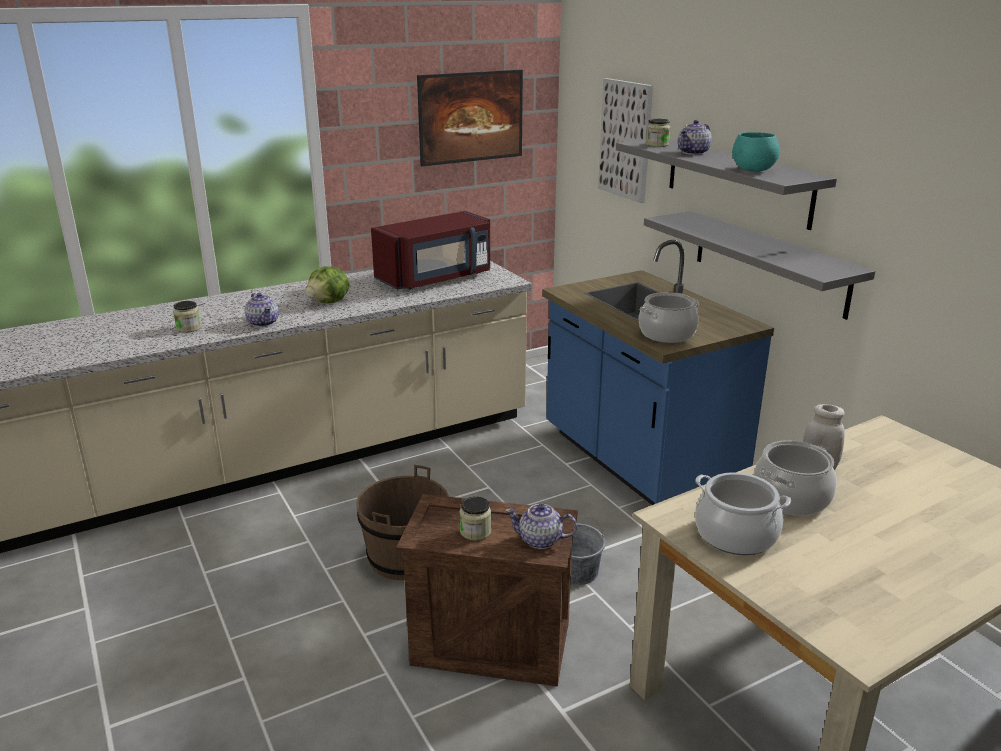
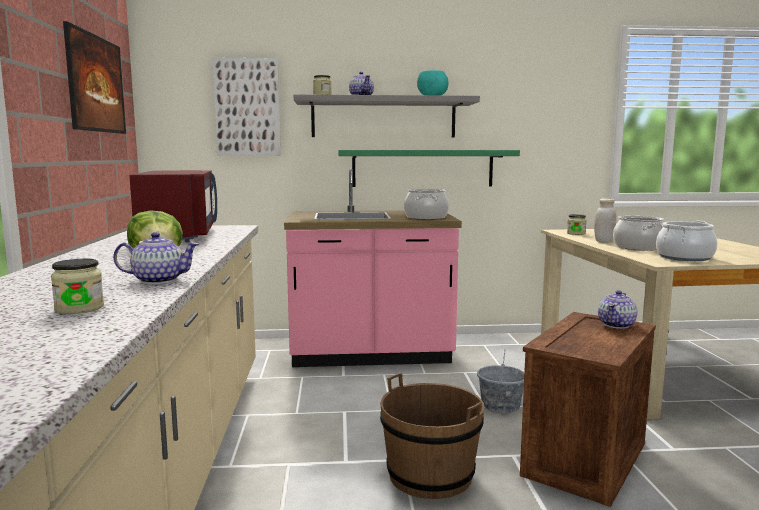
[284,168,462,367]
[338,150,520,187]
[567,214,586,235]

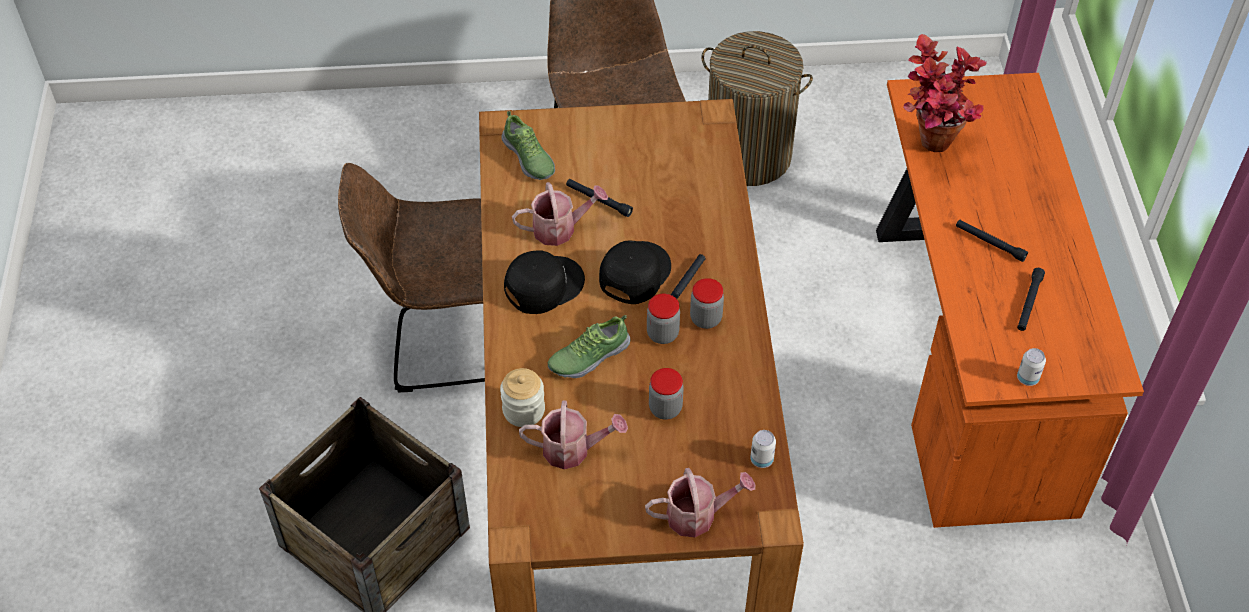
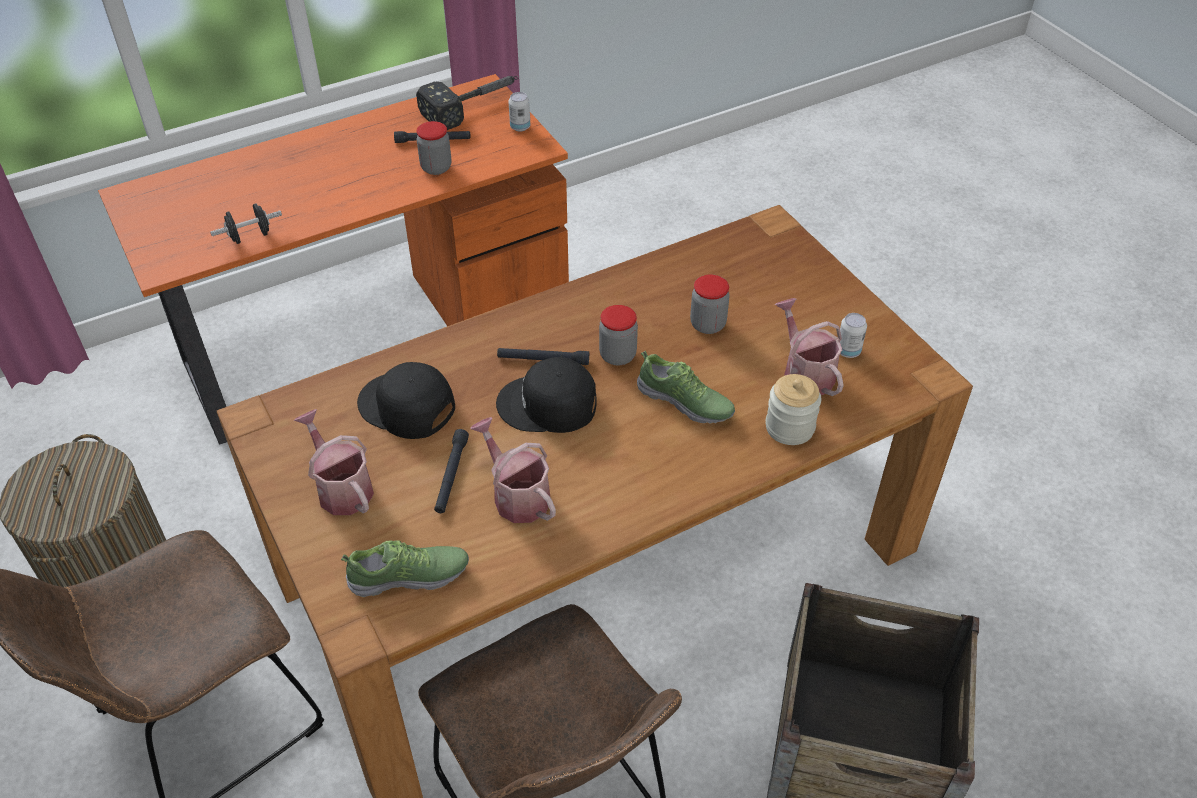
[210,203,282,244]
[294,409,374,515]
[341,540,469,597]
[357,362,455,439]
[416,76,518,130]
[417,121,452,175]
[840,313,867,358]
[956,220,1028,262] (first image)

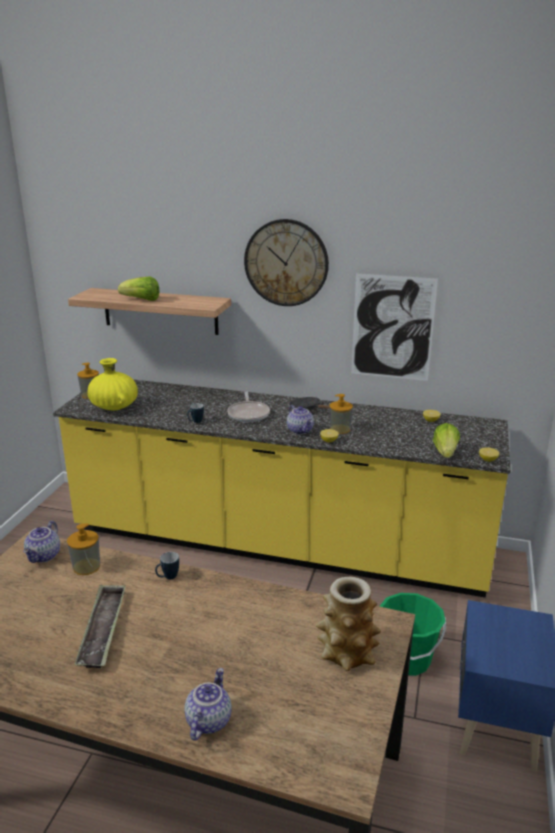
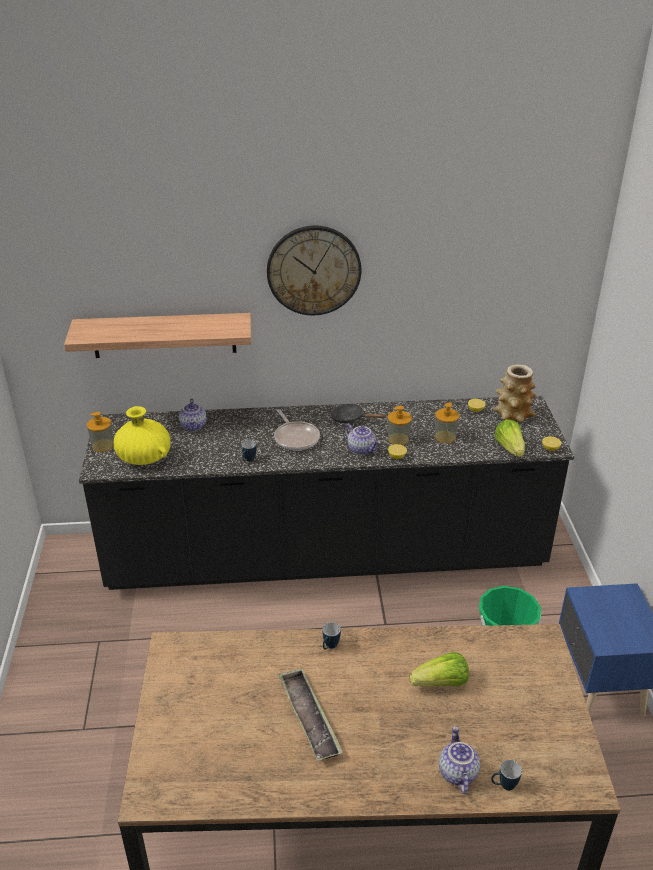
[79,395,574,590]
[179,398,206,431]
[410,652,469,687]
[435,402,459,443]
[491,760,522,790]
[493,364,536,422]
[351,274,438,381] (first image)

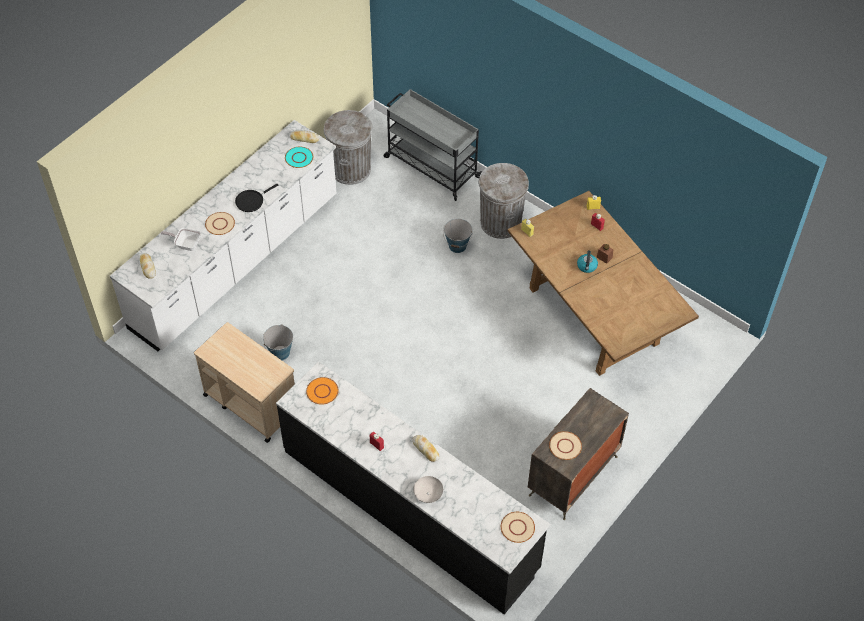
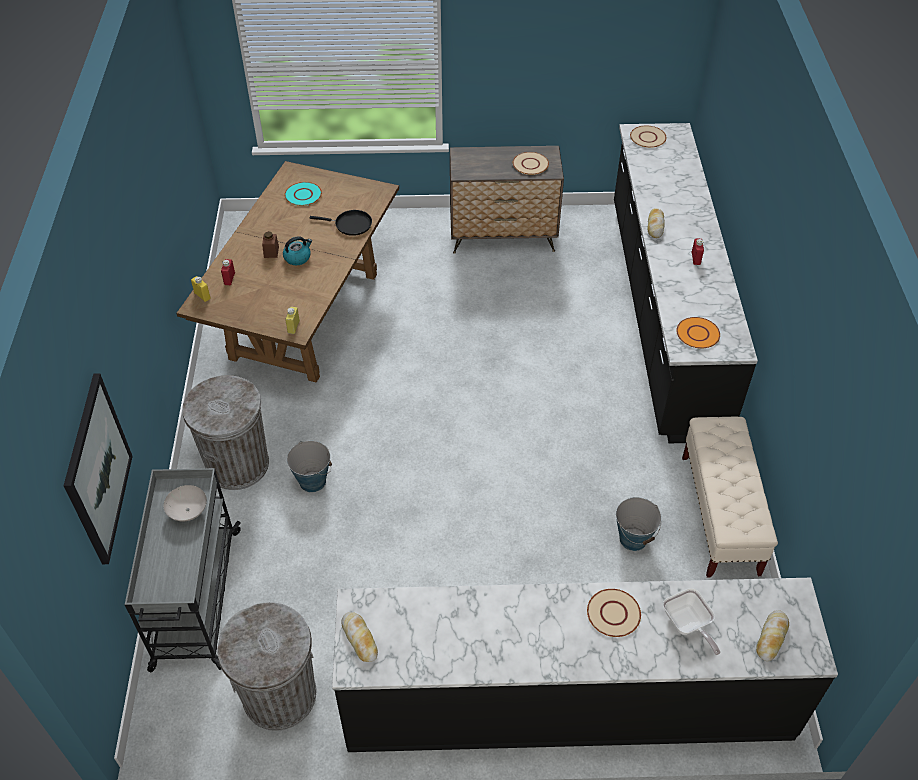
[64,373,133,564]
[164,485,207,522]
[285,182,322,206]
[309,210,372,236]
[332,578,838,752]
[682,417,778,578]

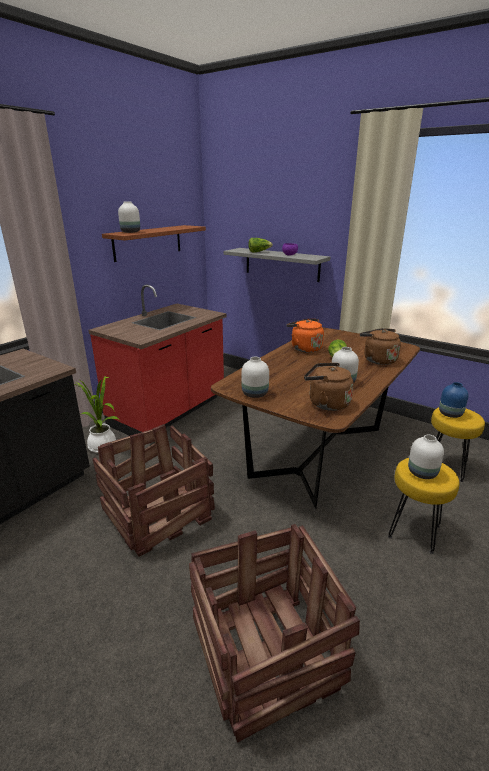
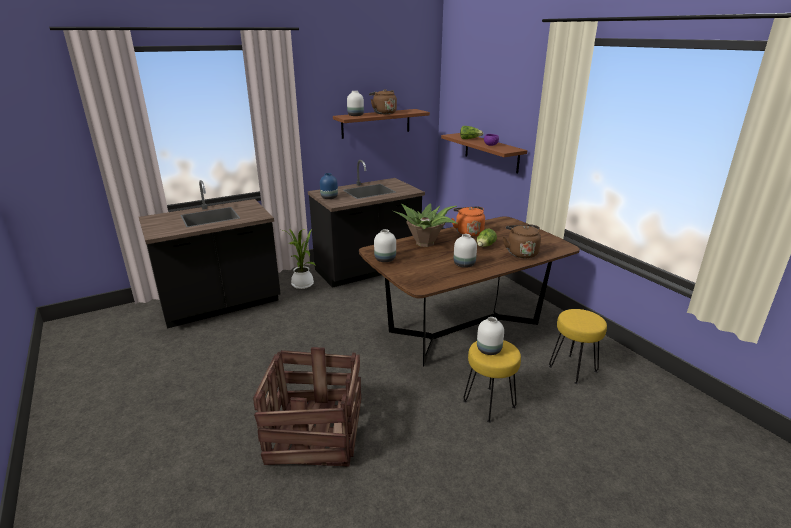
[308,160,425,288]
[320,173,338,199]
[369,89,397,114]
[393,203,458,247]
[441,133,527,174]
[93,424,215,557] (first image)

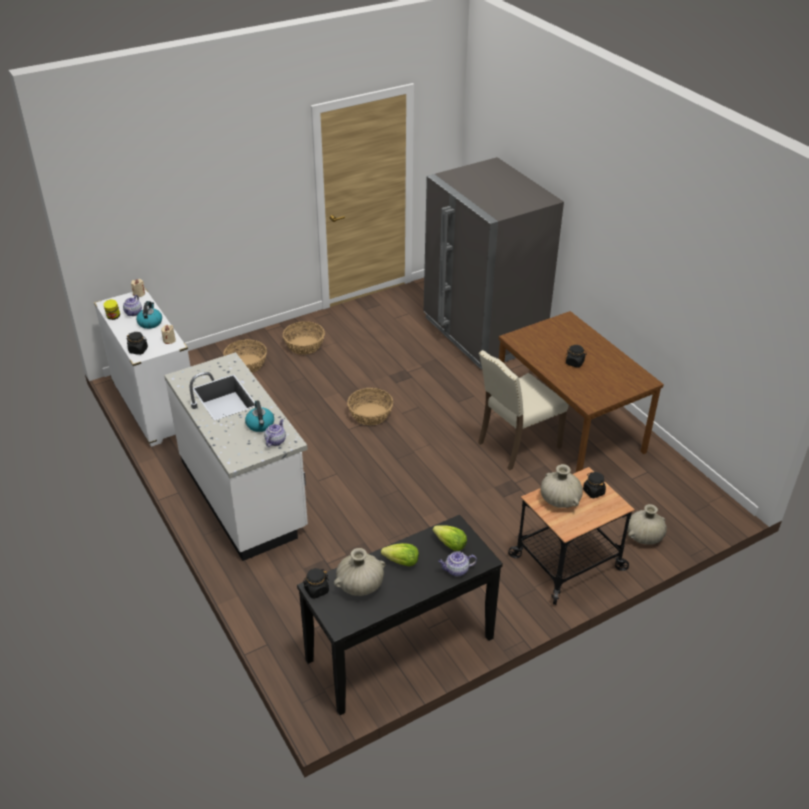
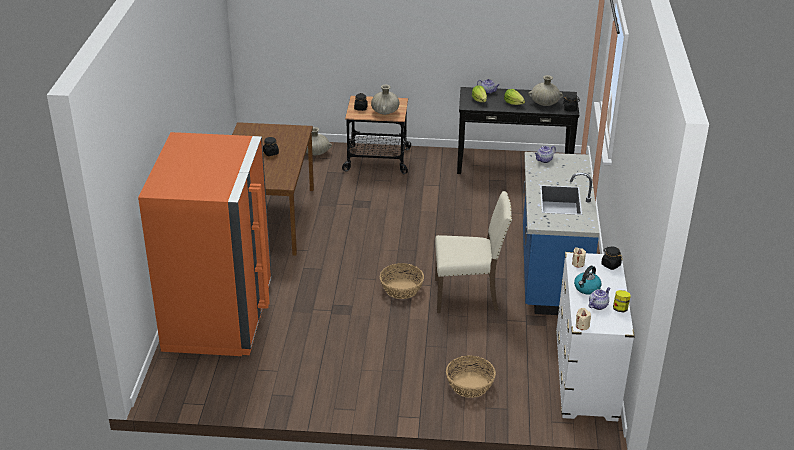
[138,132,272,356]
[435,191,512,313]
[523,152,599,315]
[245,400,274,432] (first image)
[283,321,325,355] (first image)

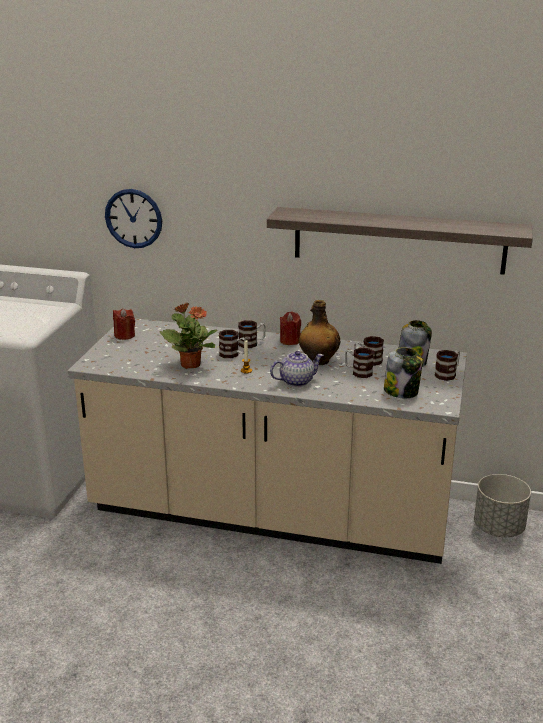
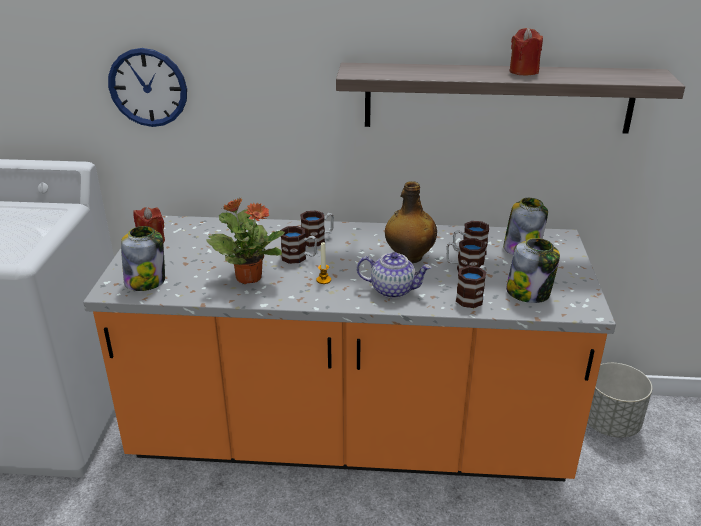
[83,216,616,481]
[121,226,165,291]
[357,252,432,298]
[456,265,486,308]
[510,27,543,75]

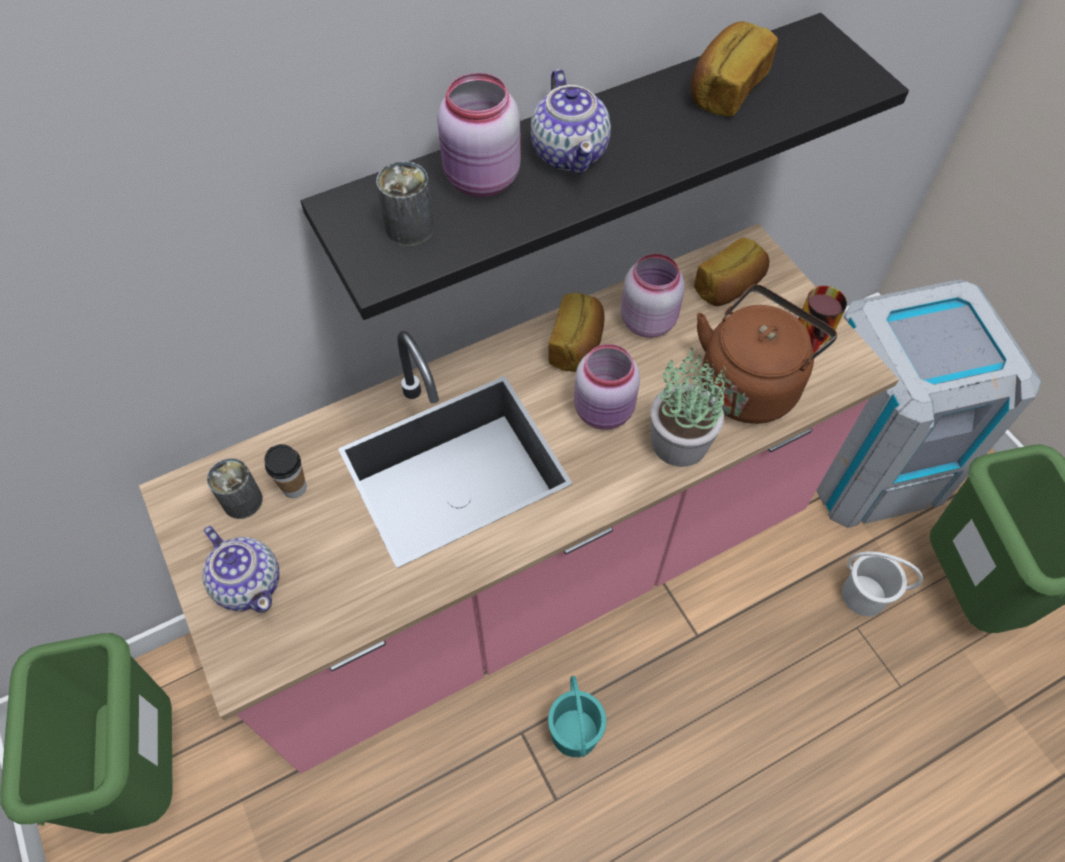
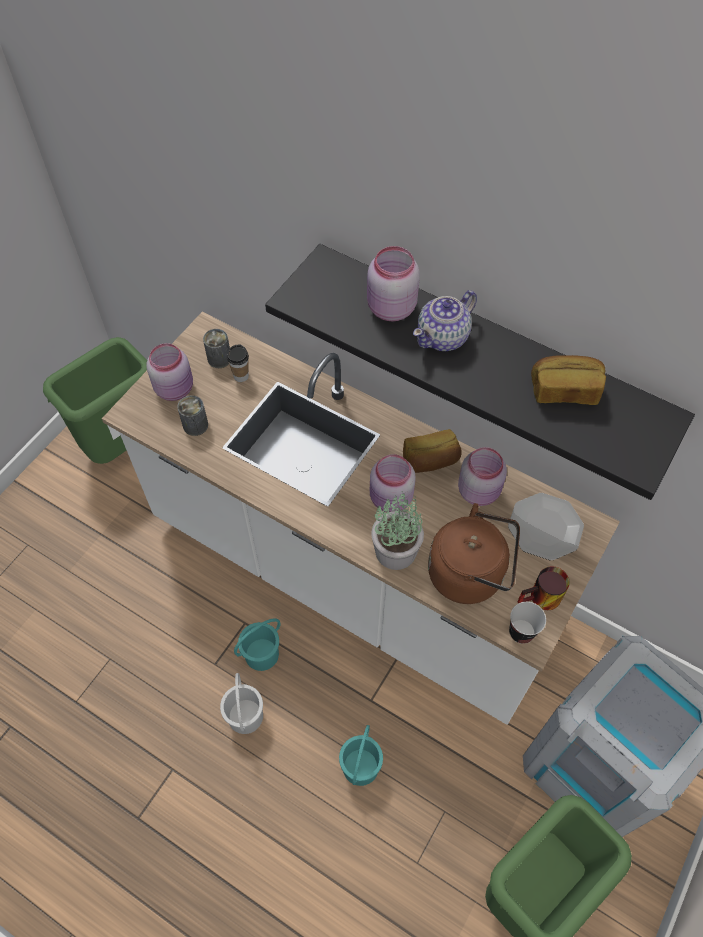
[102,312,620,725]
[147,343,193,401]
[177,395,208,436]
[220,673,263,734]
[339,725,383,786]
[508,493,584,560]
[509,602,546,644]

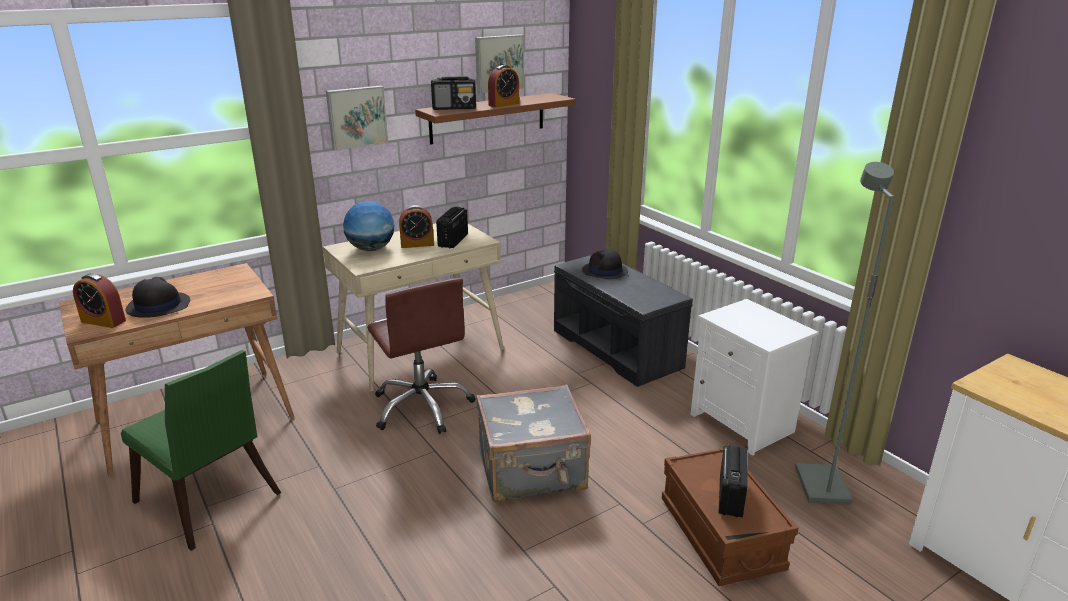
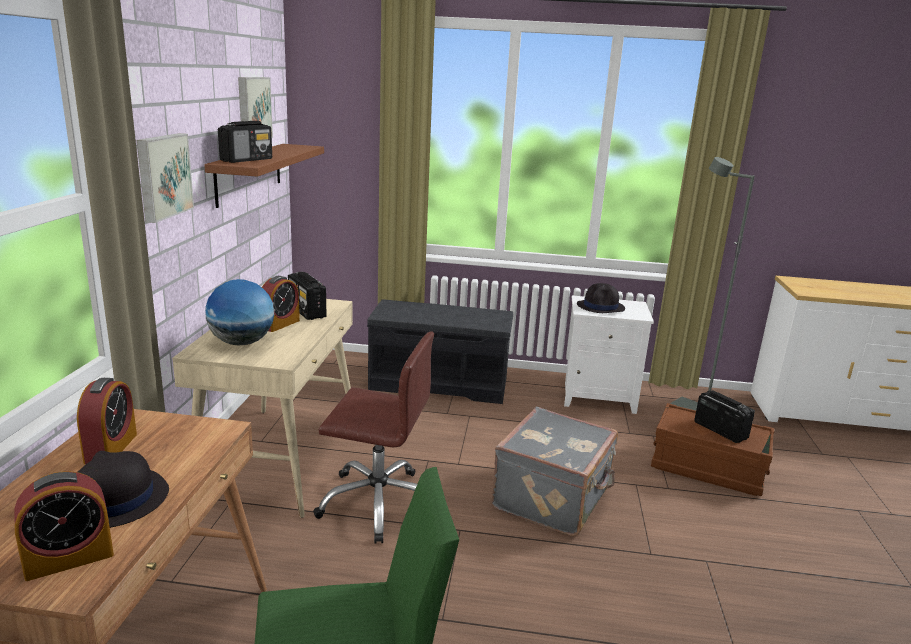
[77,378,137,464]
[577,283,625,313]

